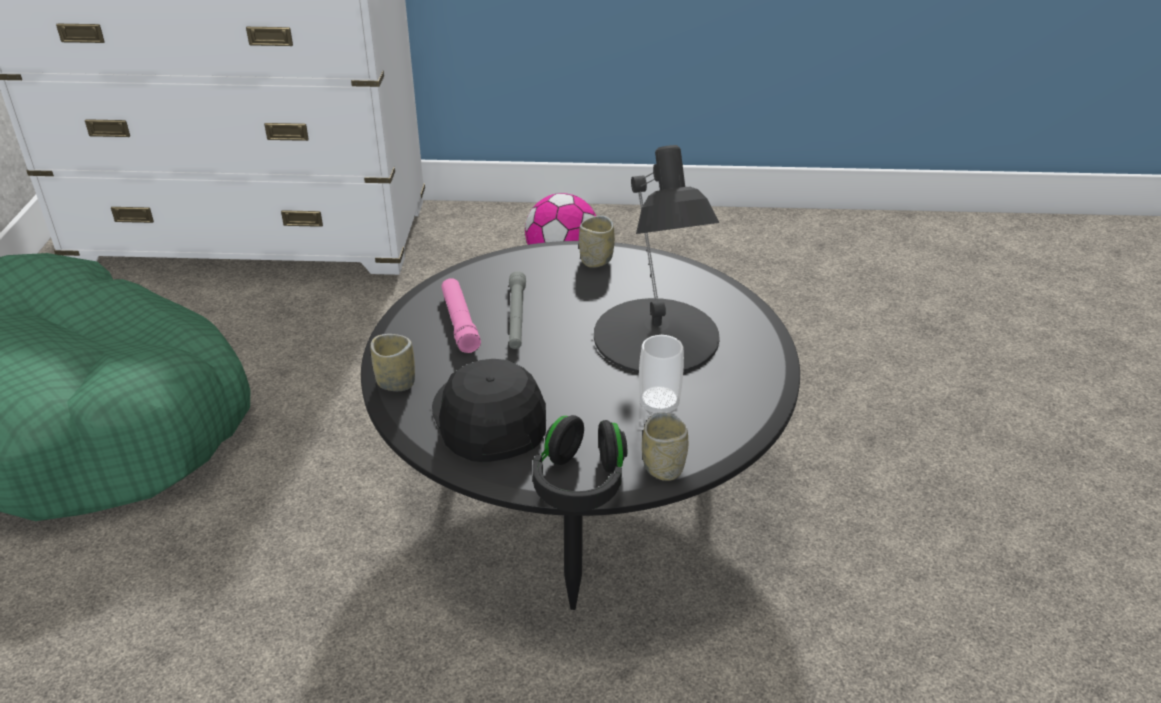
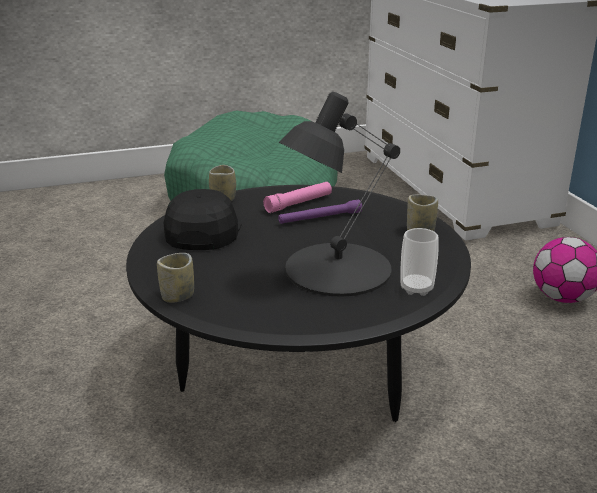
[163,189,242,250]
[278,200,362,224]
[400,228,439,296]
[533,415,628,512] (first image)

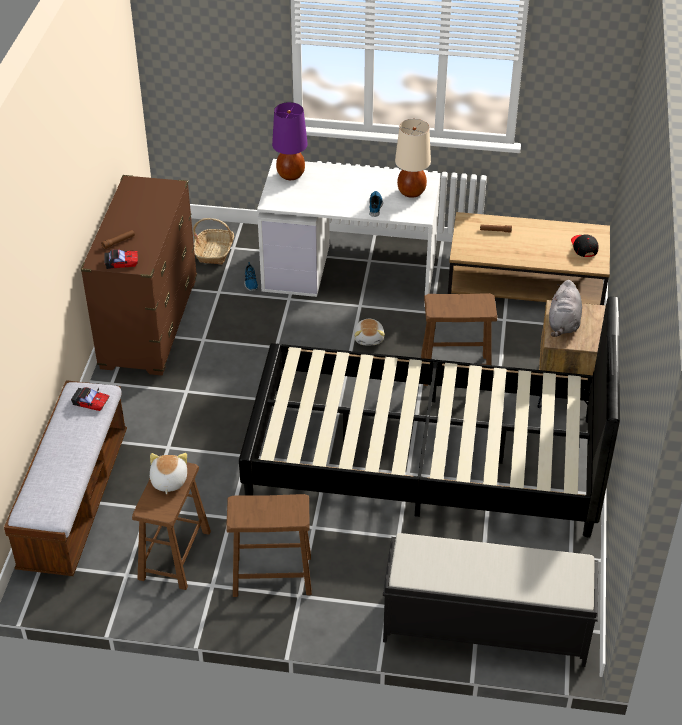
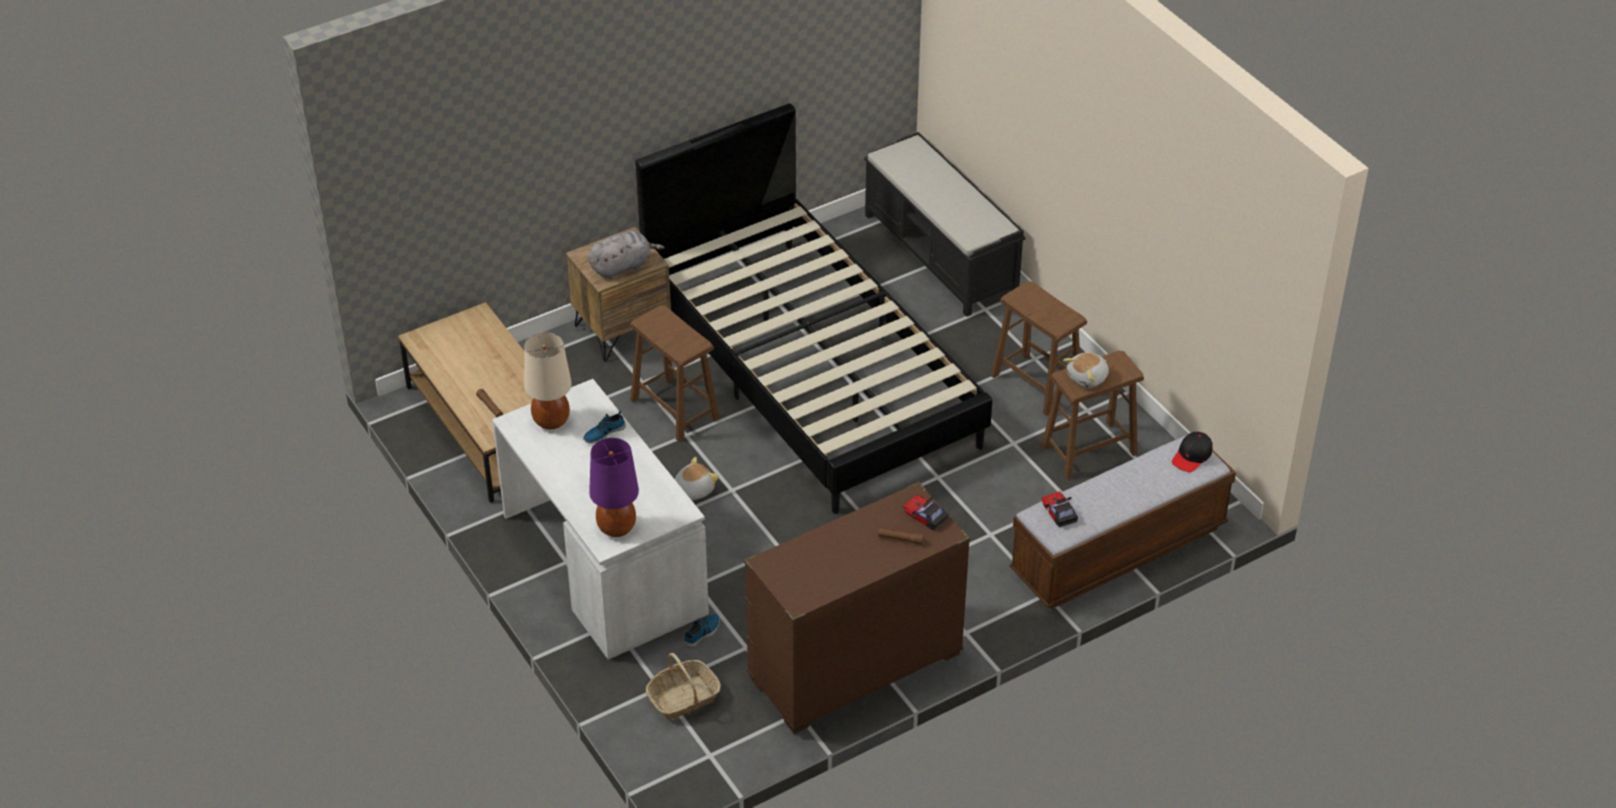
[1172,432,1213,472]

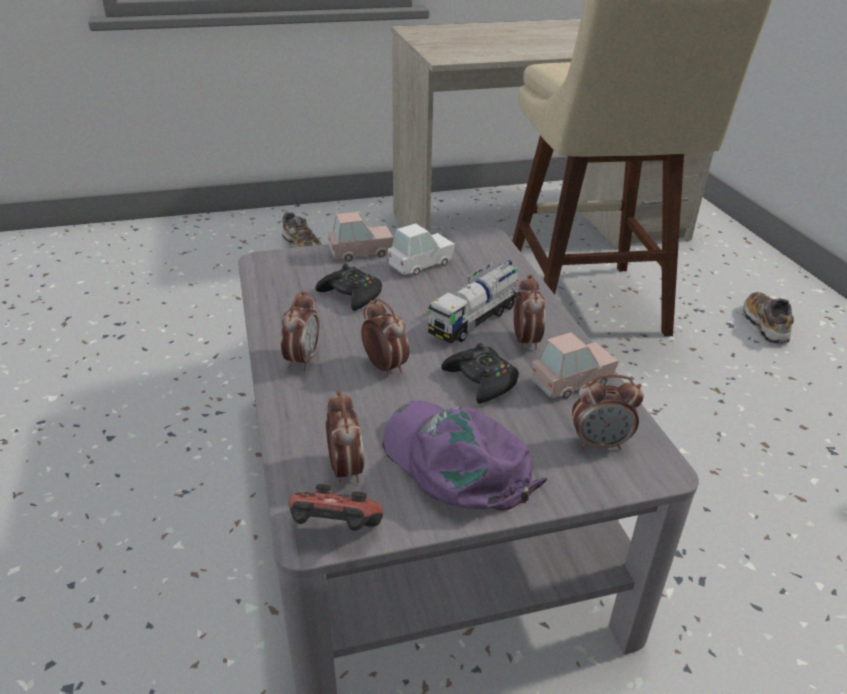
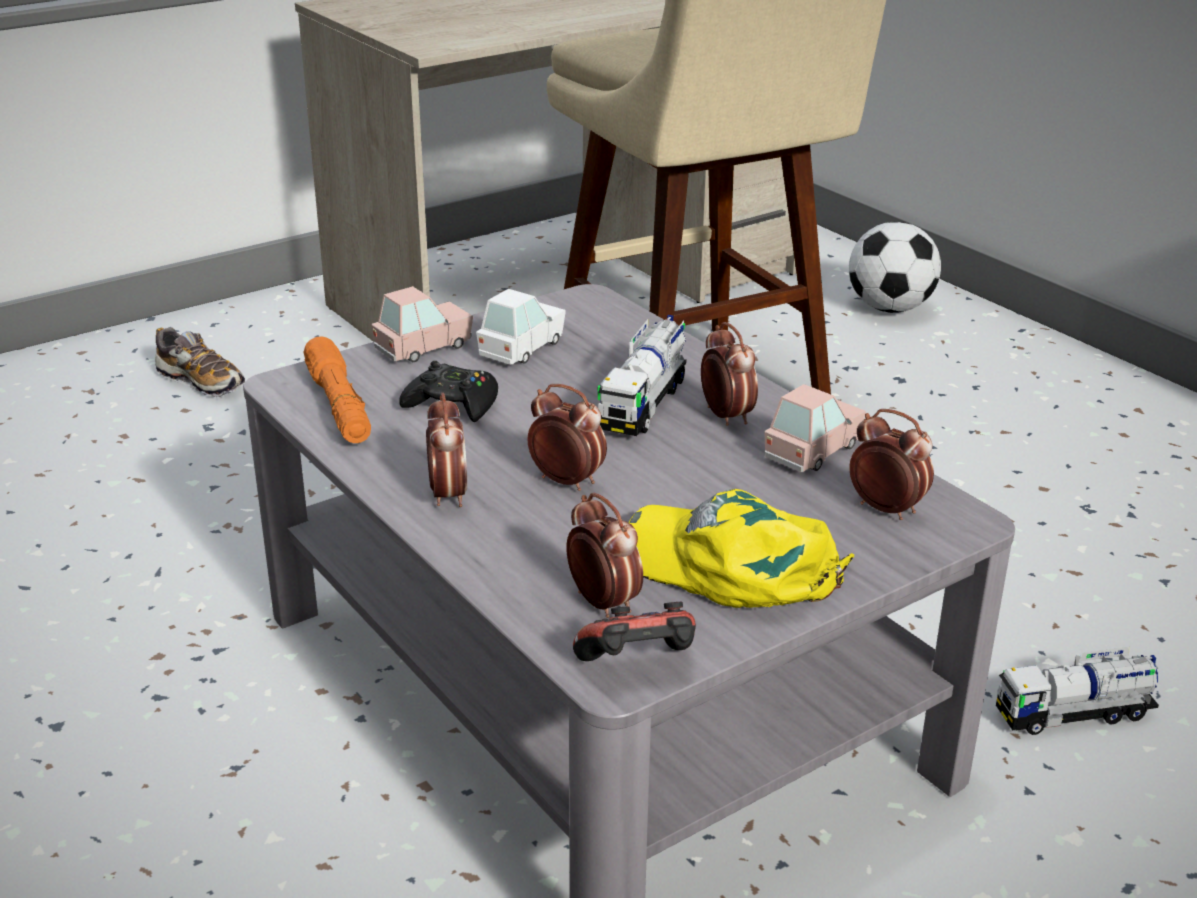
[303,336,371,443]
[629,489,854,608]
[849,222,941,313]
[849,409,934,520]
[996,647,1159,735]
[441,343,519,404] (first image)
[743,292,794,344] (first image)

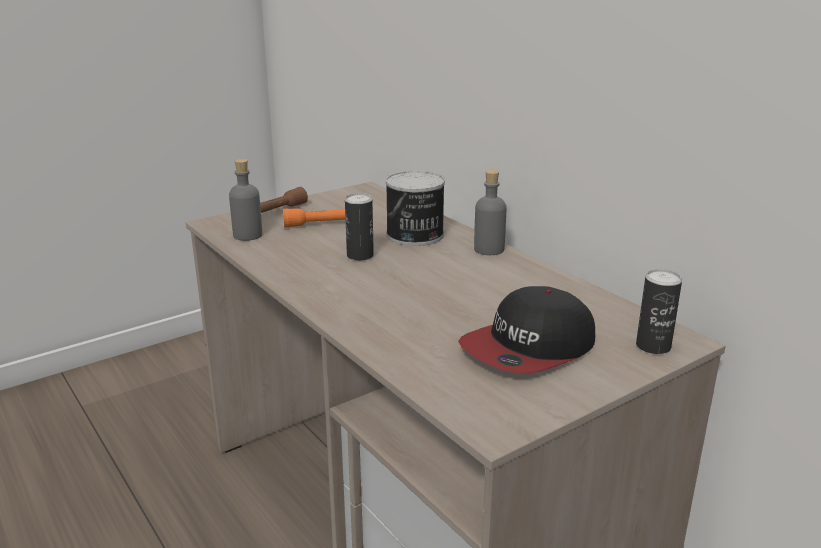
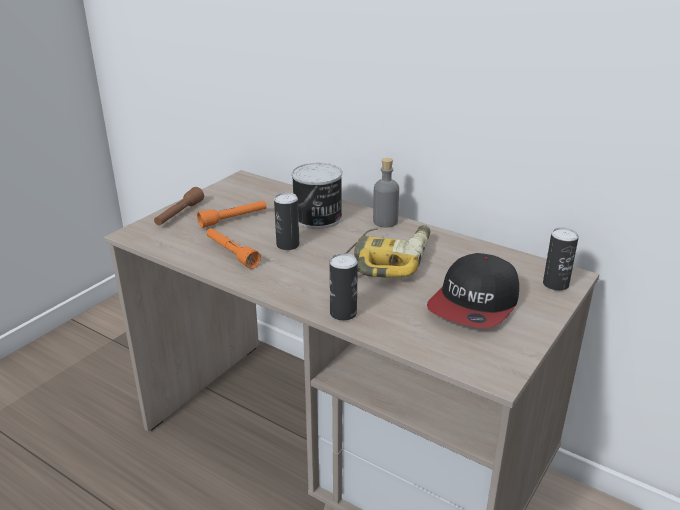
[207,228,261,269]
[329,253,358,321]
[345,225,430,277]
[229,159,262,241] (first image)

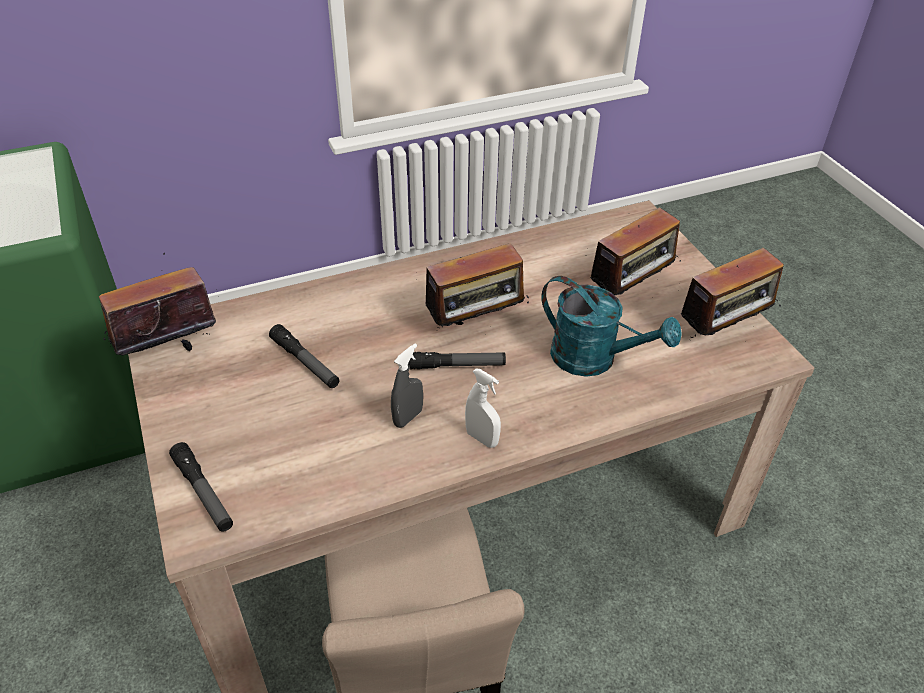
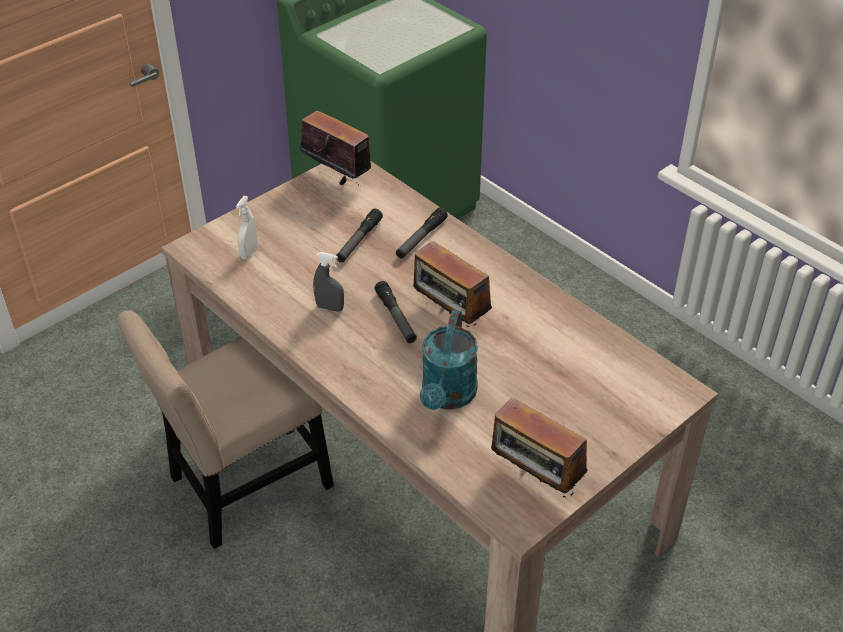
[236,196,258,259]
[396,207,448,258]
[586,207,681,295] (first image)

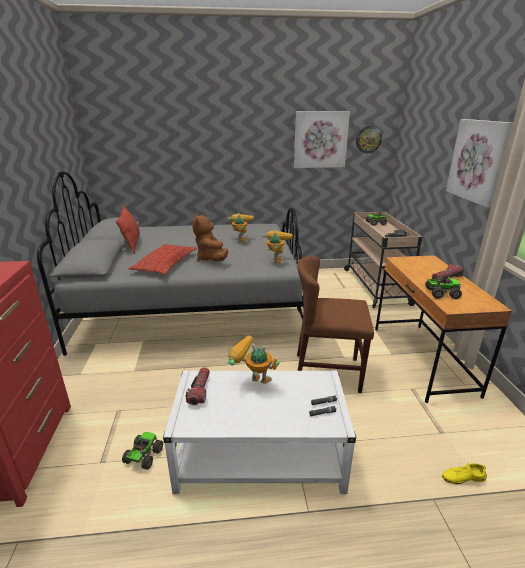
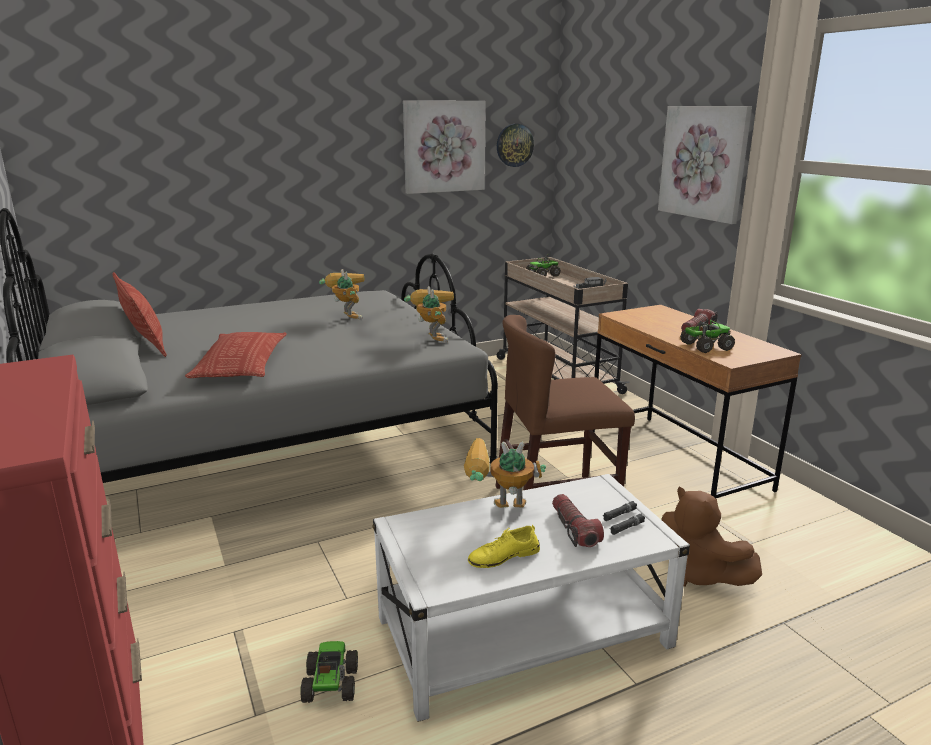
[468,525,540,568]
[552,494,604,547]
[661,486,762,587]

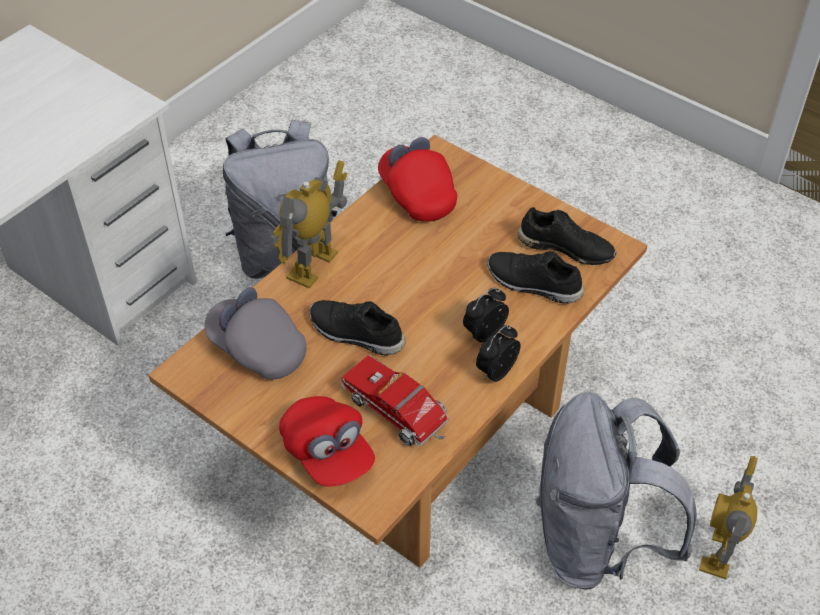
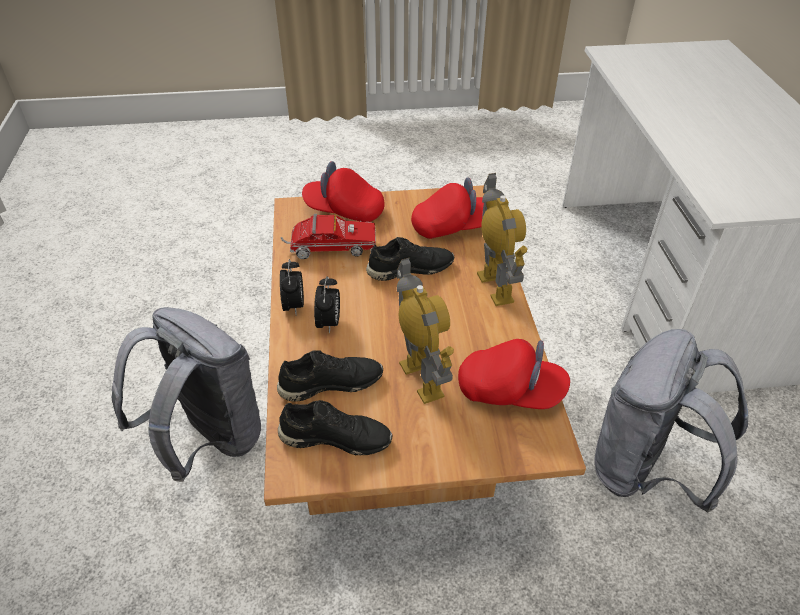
[278,400,392,455]
[397,258,454,404]
[411,177,484,239]

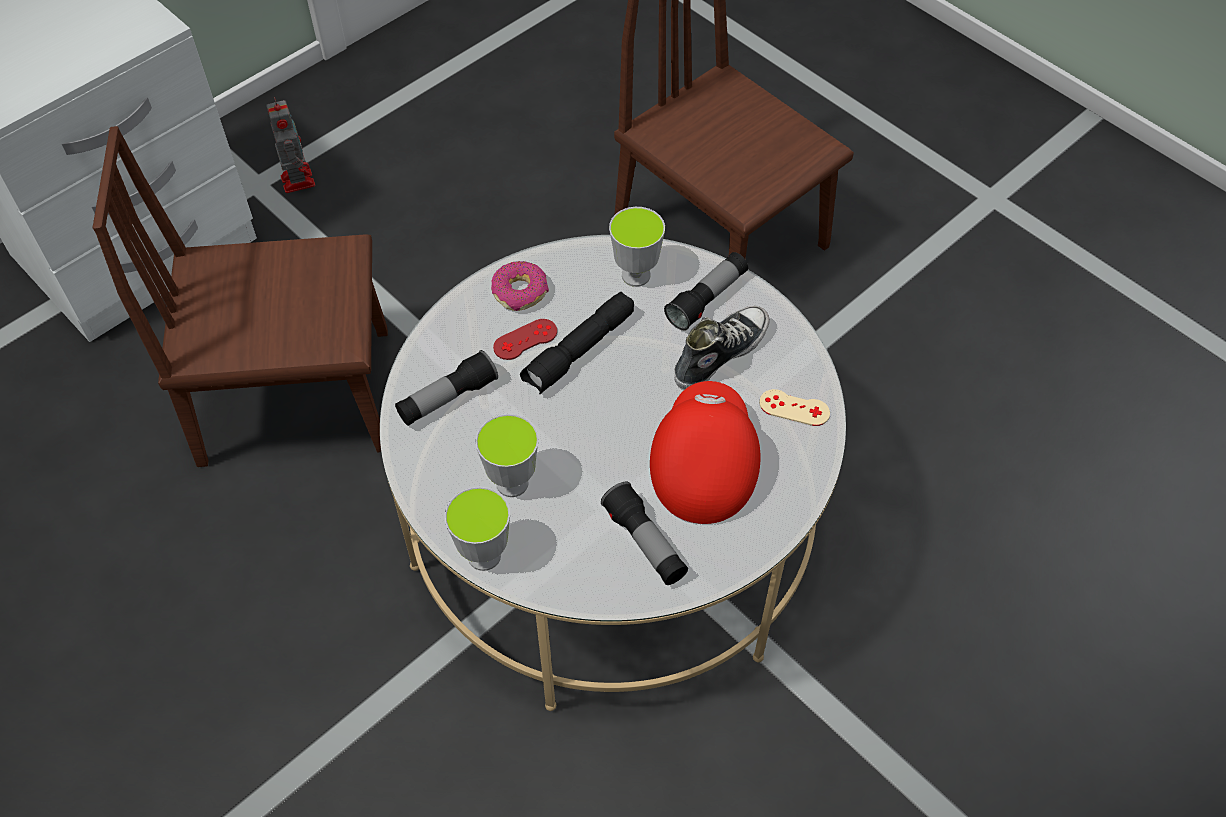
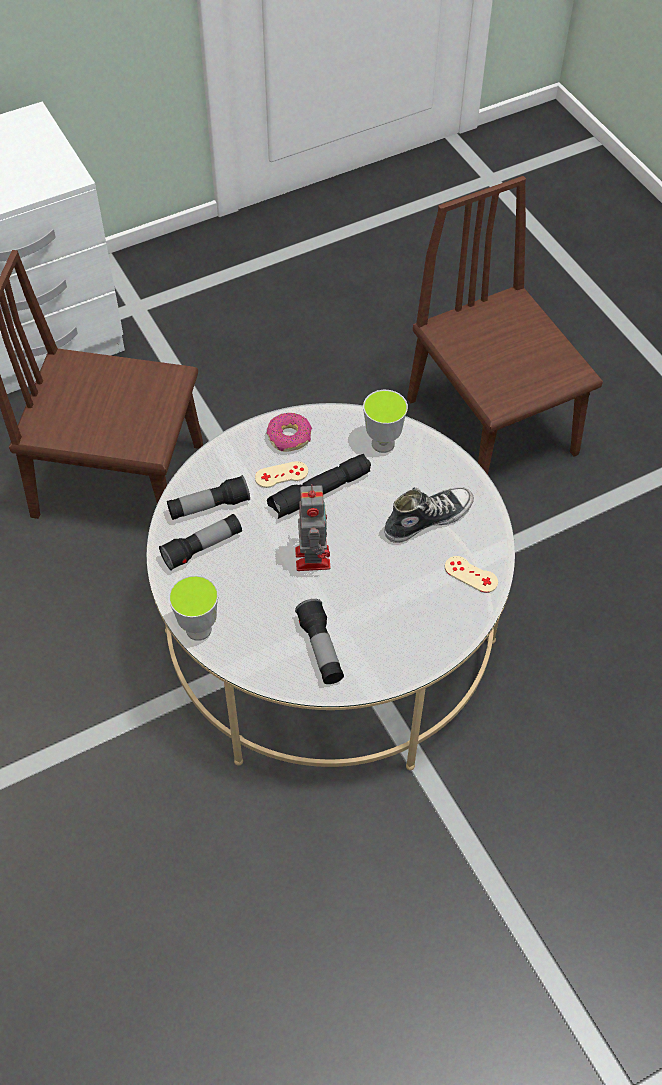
[159,514,242,571]
[255,461,308,488]
[295,484,330,571]
[475,414,539,497] (first image)
[650,381,760,524] (first image)

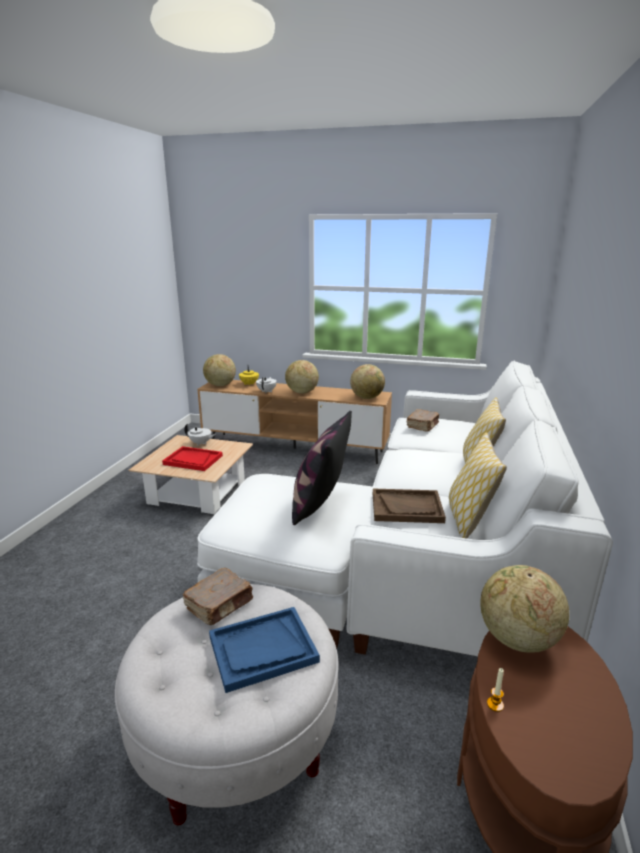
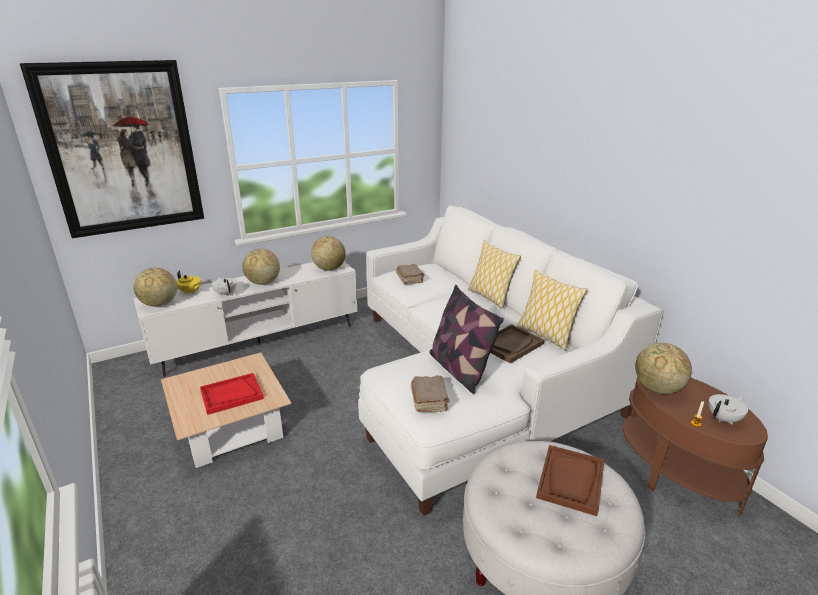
[20,60,204,238]
[133,261,357,377]
[411,375,450,412]
[536,445,605,516]
[708,394,748,424]

